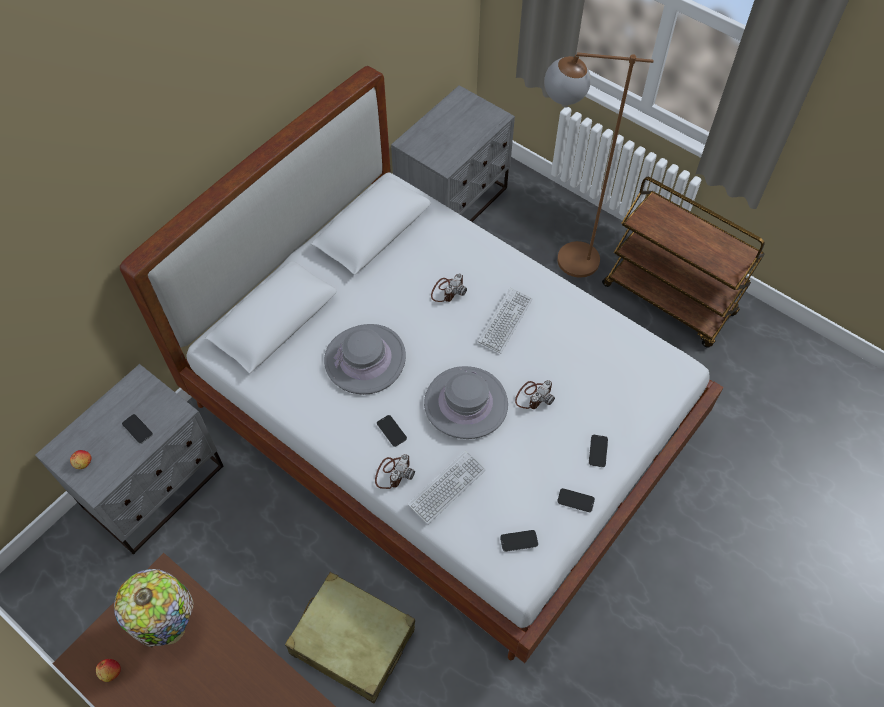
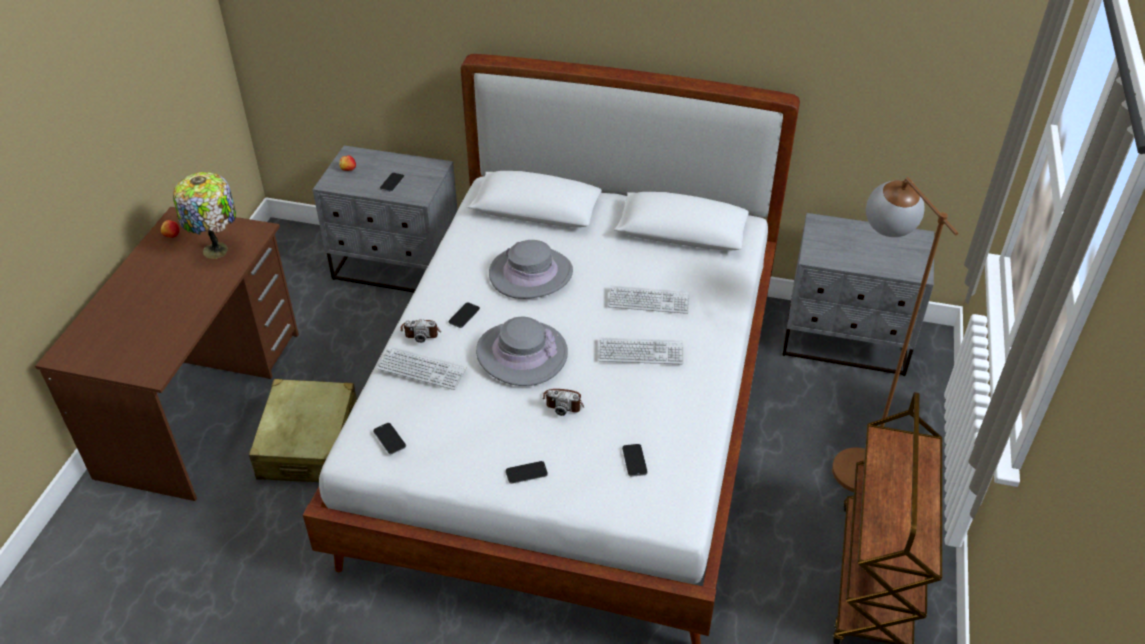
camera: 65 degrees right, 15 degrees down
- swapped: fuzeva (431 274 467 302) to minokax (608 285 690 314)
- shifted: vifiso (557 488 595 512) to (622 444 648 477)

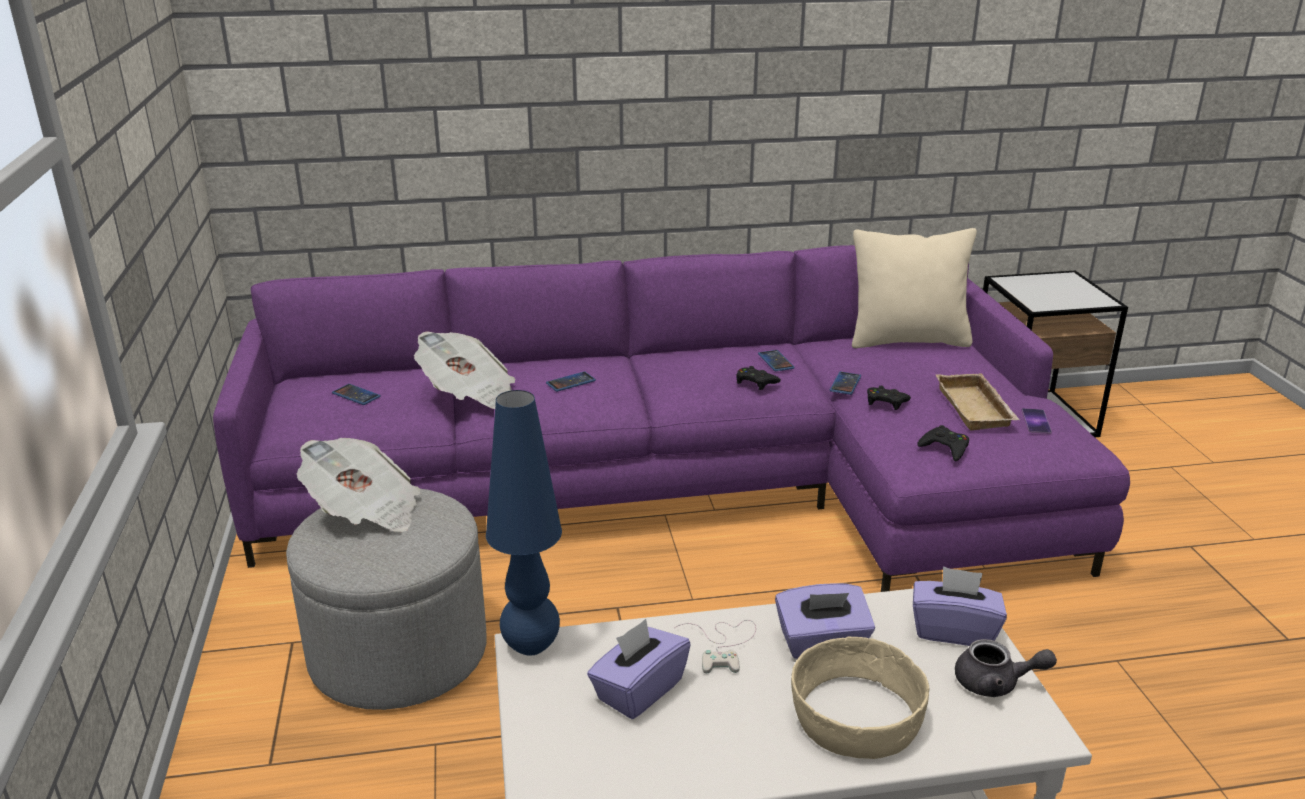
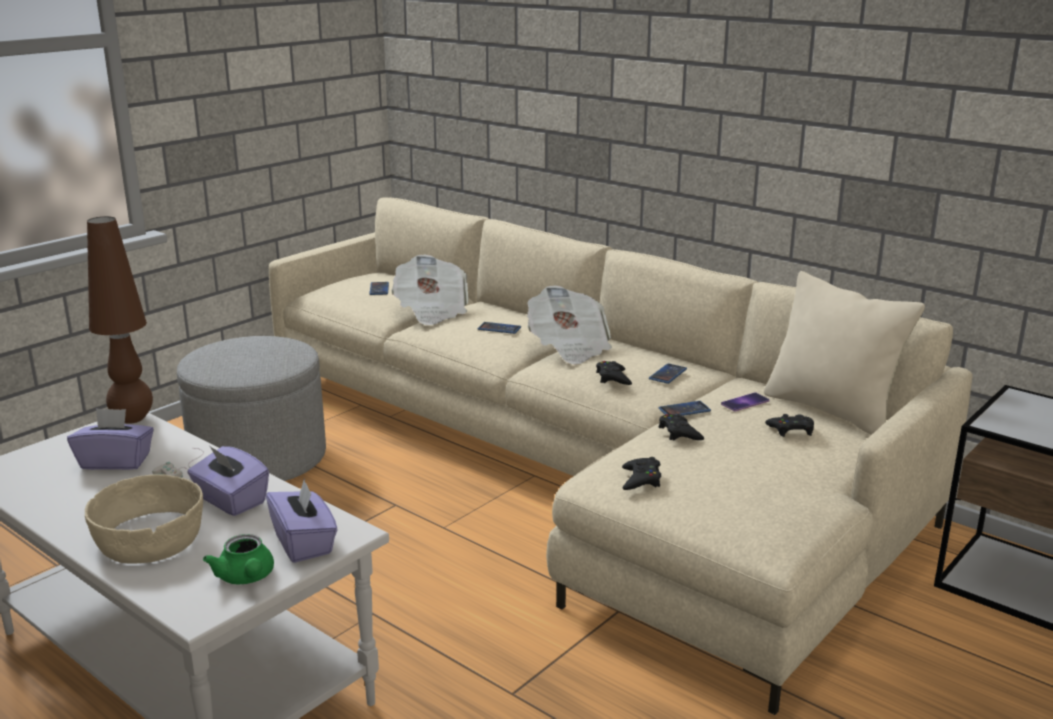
camera: 50 degrees right, 5 degrees down
- repainted: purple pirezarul (213 245 1130 592) to beige pirezarul (269 197 973 715)
- shifted: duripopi (296 438 421 532) to (527 285 612 365)
- repainted: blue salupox (486 390 562 656) to brown salupox (87 216 153 424)
- gone: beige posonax (936 373 1020 431)
- repainted: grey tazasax (955 639 1057 697) to green tazasax (203 534 274 584)
- shifted: vifiso (1022 408 1052 434) to (721 392 770 412)
- new: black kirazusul (765 414 814 437)

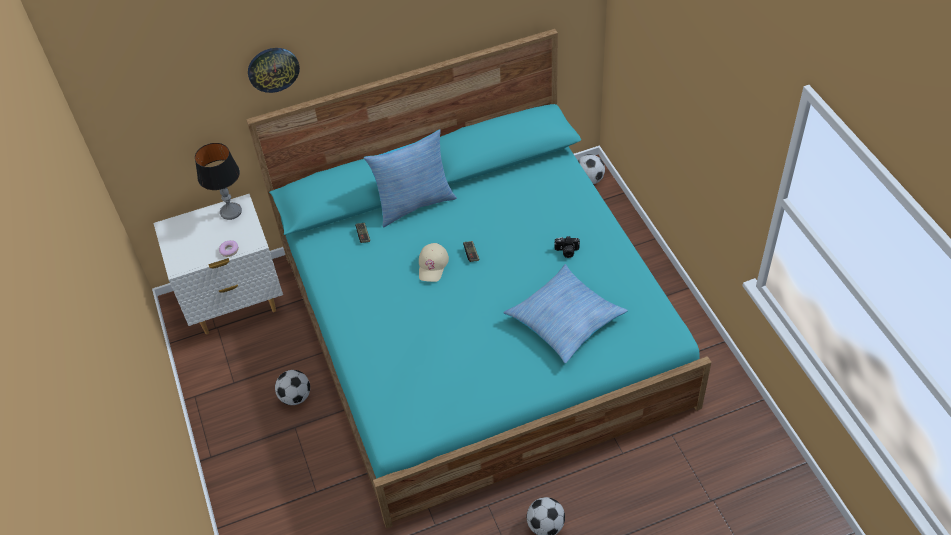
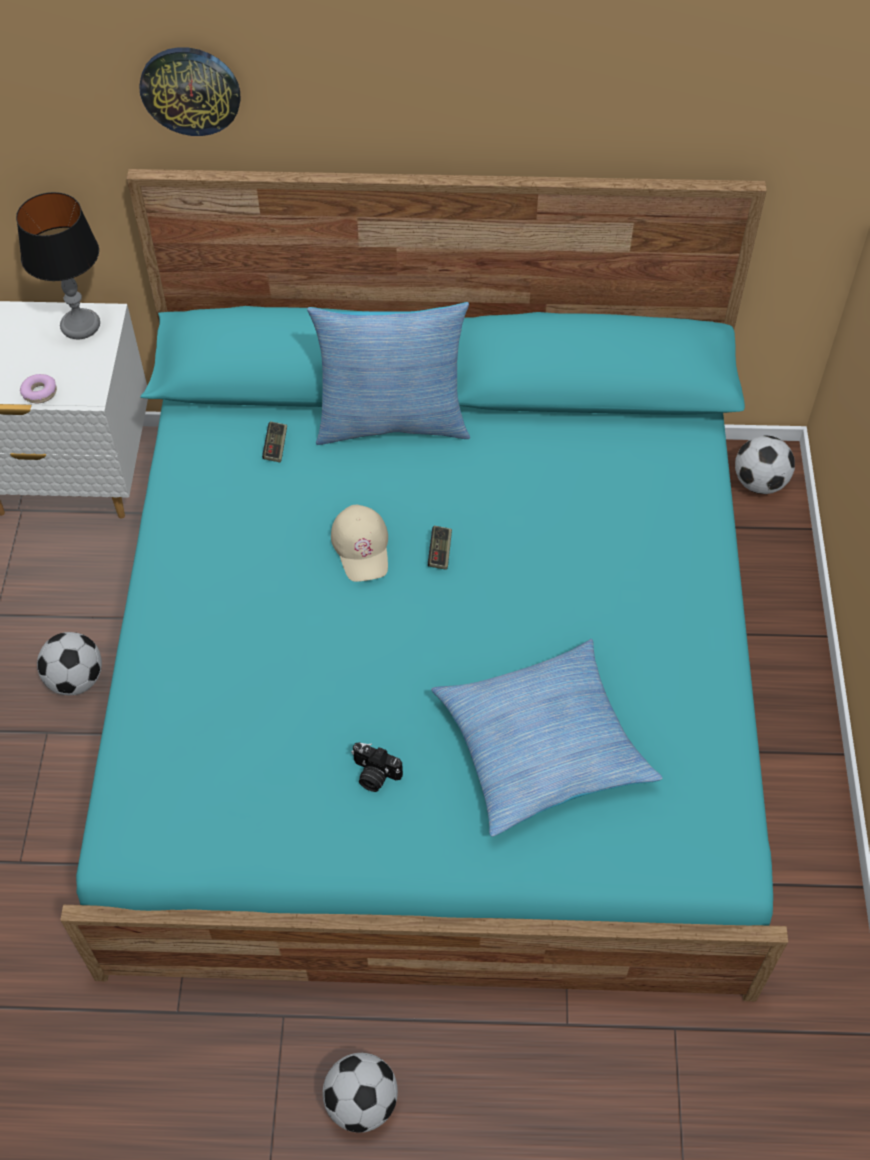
camera: 20 degrees right, 5 degrees up
- rotated: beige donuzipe (419 243 449 282) = (331 505 388 582) 45 degrees counterclockwise
- shifted: fuzeva (555 236 580 258) to (351 742 403 792)

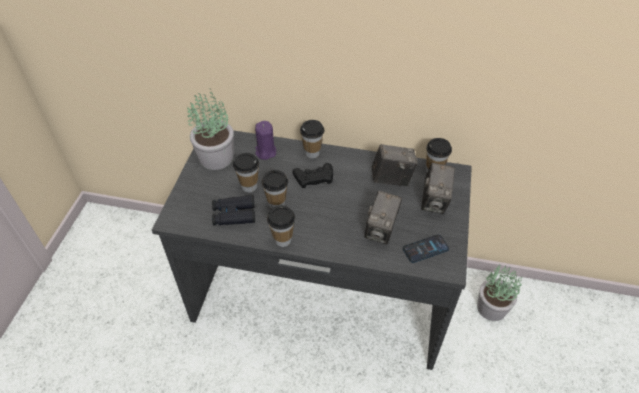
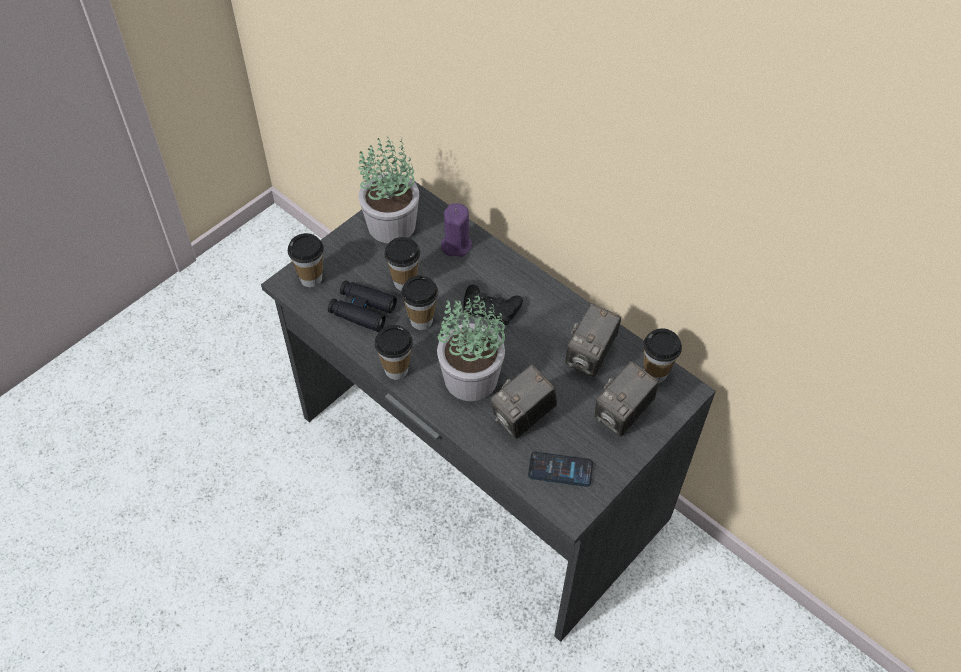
camera: 30 degrees right, 5 degrees up
- shifted: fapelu (300 120 325 158) to (288 233 324 287)
- rotated: fuzeva (371 144 418 186) = (565 303 621 377) 90 degrees clockwise
- shifted: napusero (477 264 522 321) to (437 294 505 401)

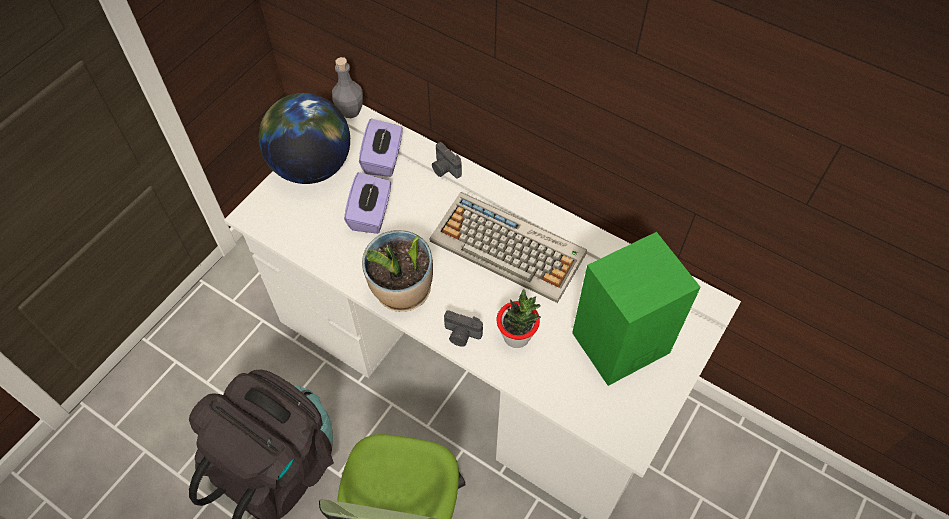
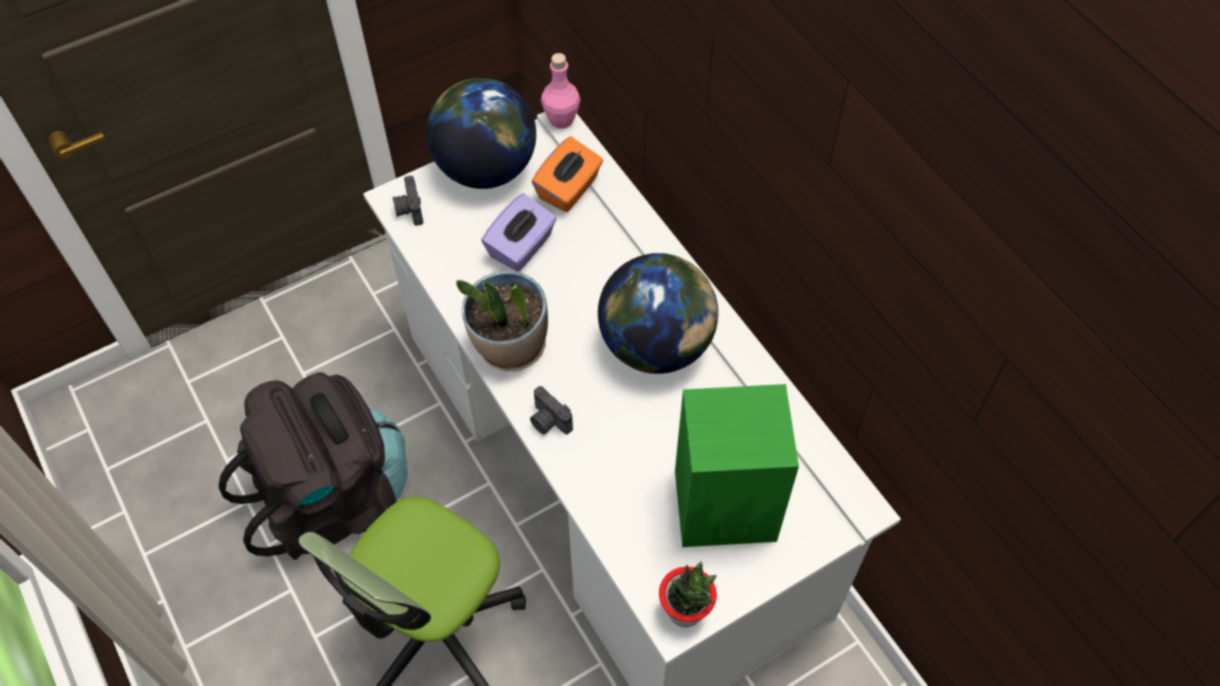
camera: 25 degrees right, 0 degrees up
- repainted: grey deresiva (332 57 363 118) to pink deresiva (541 53 580 129)
- repainted: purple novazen (359 118 403 177) to orange novazen (532 137 603 212)
- swapped: minokax (430 192 587 303) to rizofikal (598 253 718 374)
- shifted: fuzeva (432 142 462 178) to (392 176 423 226)
- shifted: napusero (497 289 541 348) to (659 562 717 627)

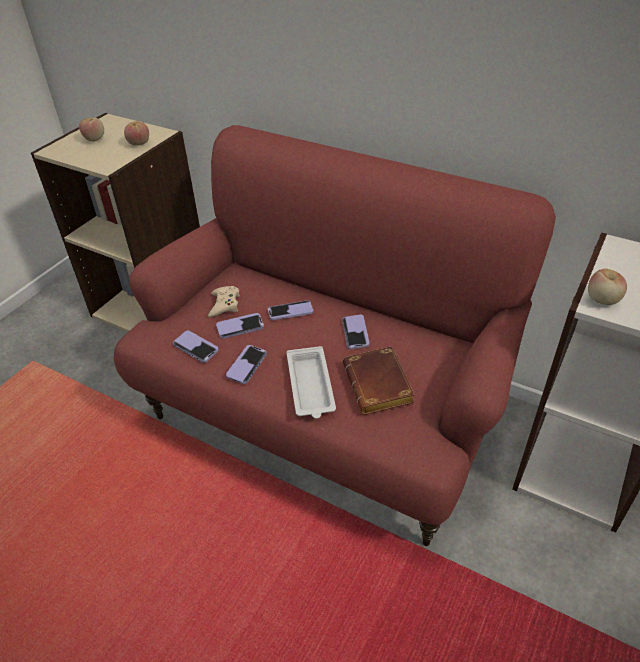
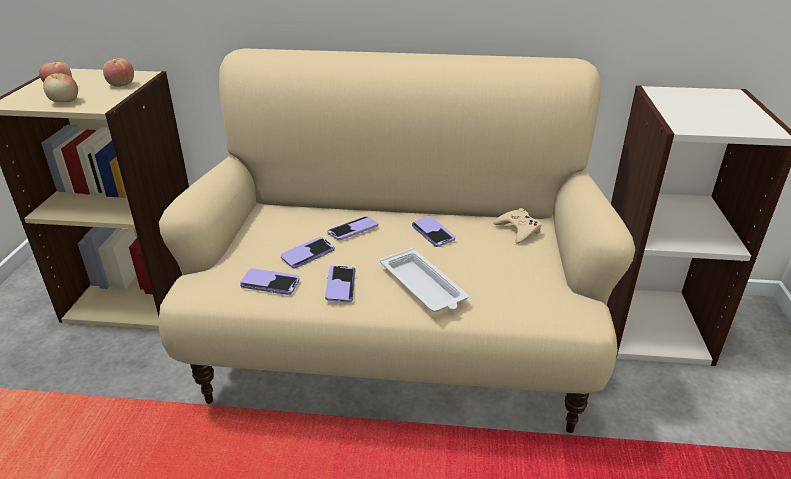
camera: 25 degrees left, 10 degrees down
- repainted: red pirezarul (113 125 556 546) to beige pirezarul (159 48 635 433)
- shifted: beige kirazusul (208 286 240 317) to (493 208 541 244)
- gone: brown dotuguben (343 346 415 415)
- shifted: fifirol (588 269 627 305) to (43 73 78 102)

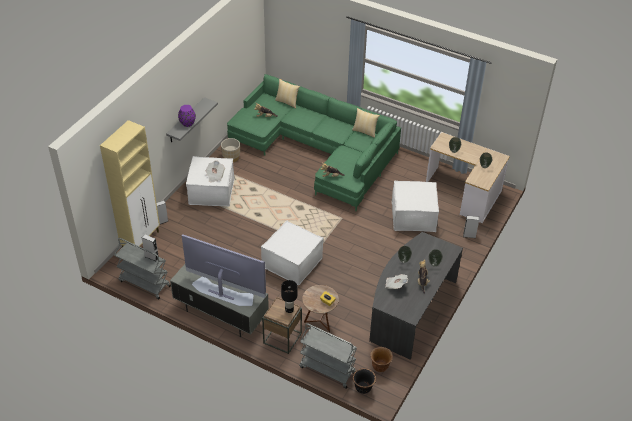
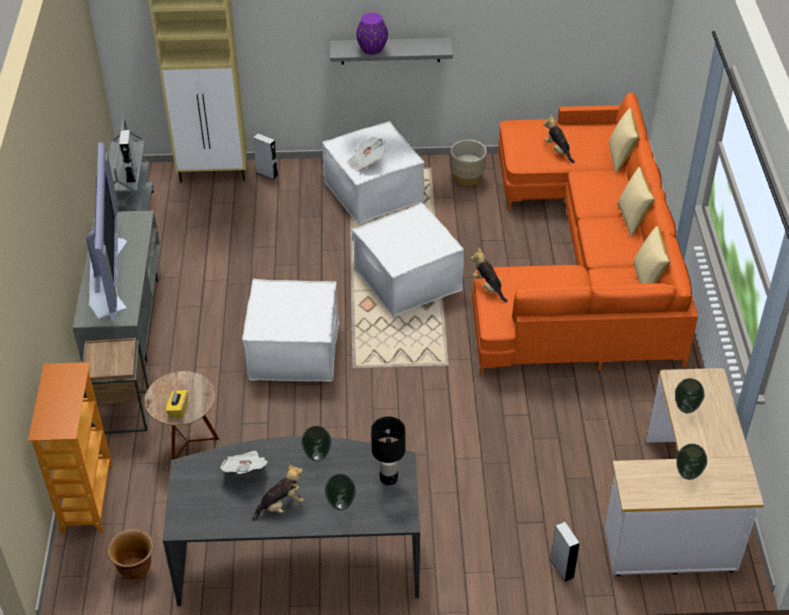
camera: 60 degrees right, 0 degrees up
- repainted: green pirezarul (227 74 401 211) to orange pirezarul (472 92 698 376)
- shifted: black salupox (281 280 297 313) to (371 416 405 485)
- swapped: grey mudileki (299 323 357 389) to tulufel (28 362 113 534)
- gone: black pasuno (353 368 376 394)
- shifted: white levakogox (392 181 439 232) to (352 202 464 318)
- new: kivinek (617 167 655 237)

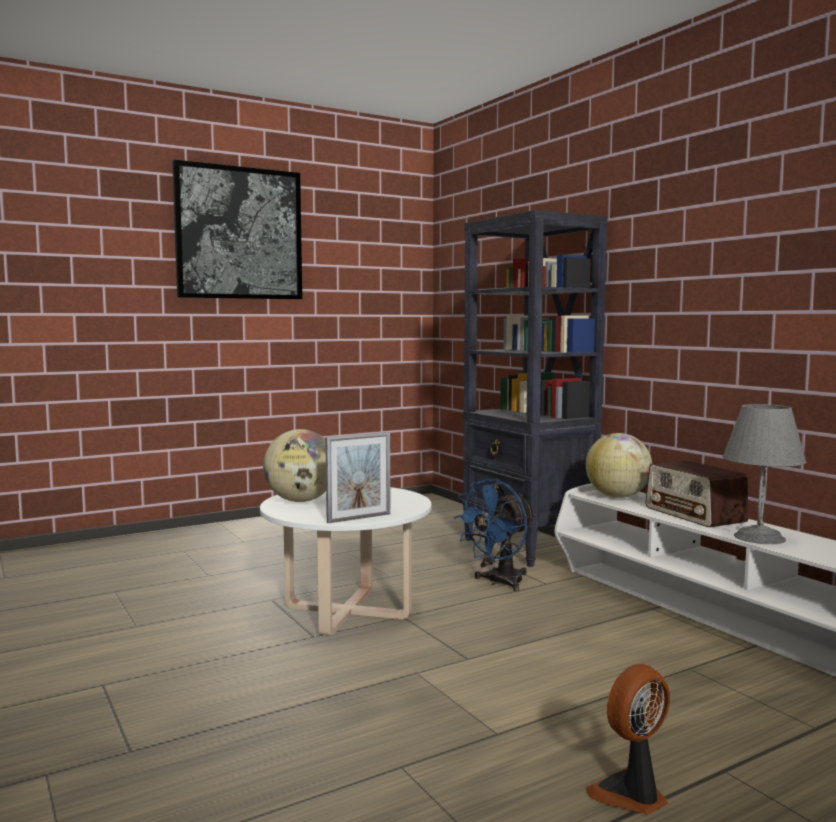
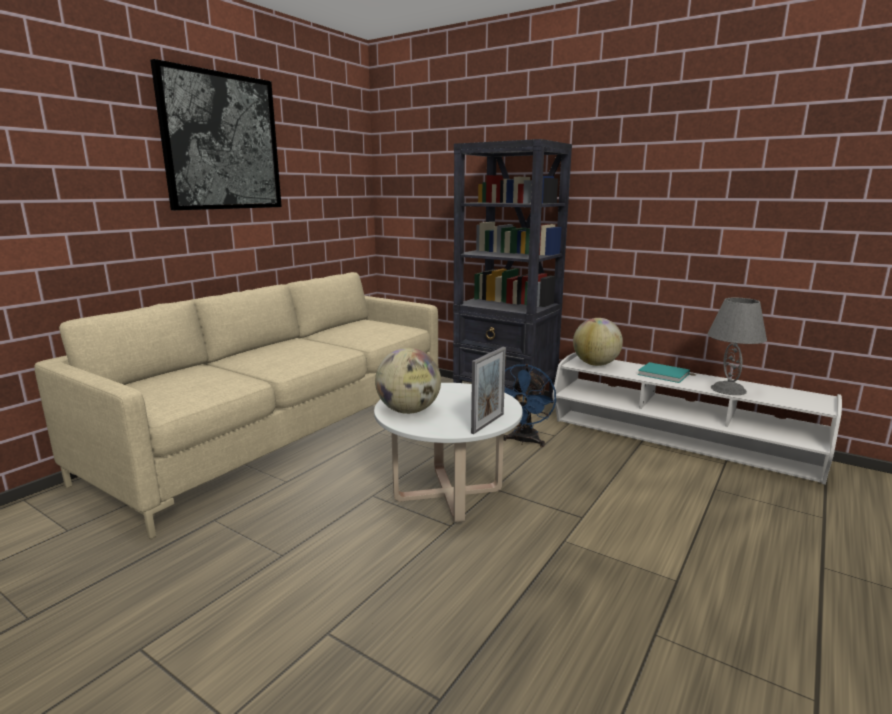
camera: 25 degrees left, 10 degrees up
- gone: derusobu (586 664 670 814)
- swapped: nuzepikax (645 461 749 527) to turquoise dotuguben (637 362 690 383)
- new: beige pirezarul (34 272 438 539)

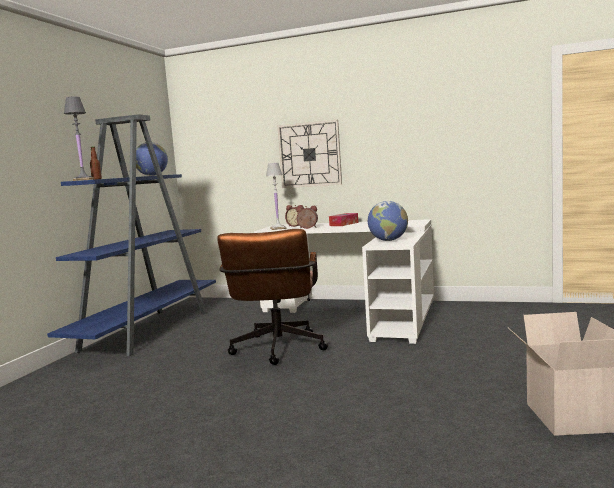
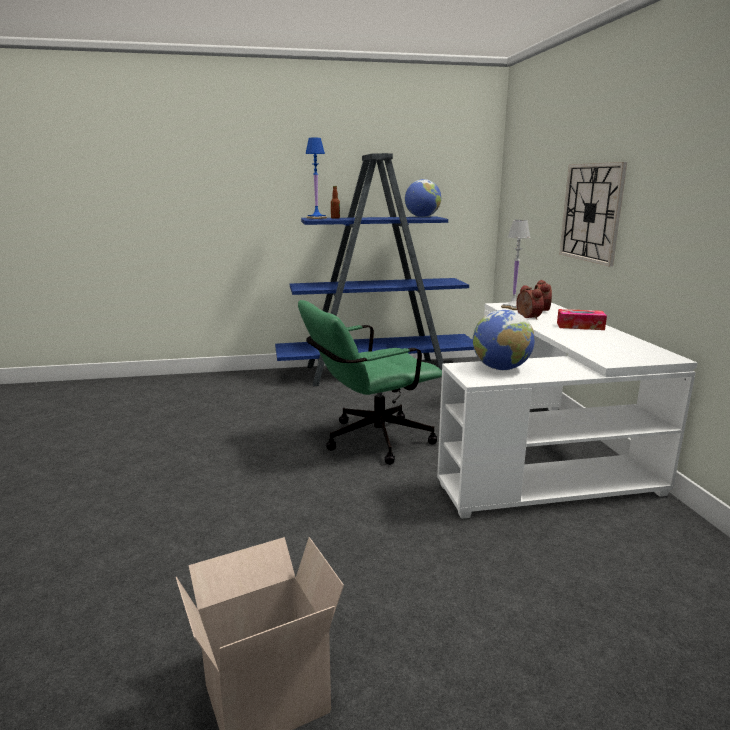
camera: 60 degrees right, 10 degrees up
- repainted: grey salupox (64 96 94 181) to blue salupox (305 138 327 219)
- repainted: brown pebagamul (217 229 328 365) to green pebagamul (298 300 442 465)

